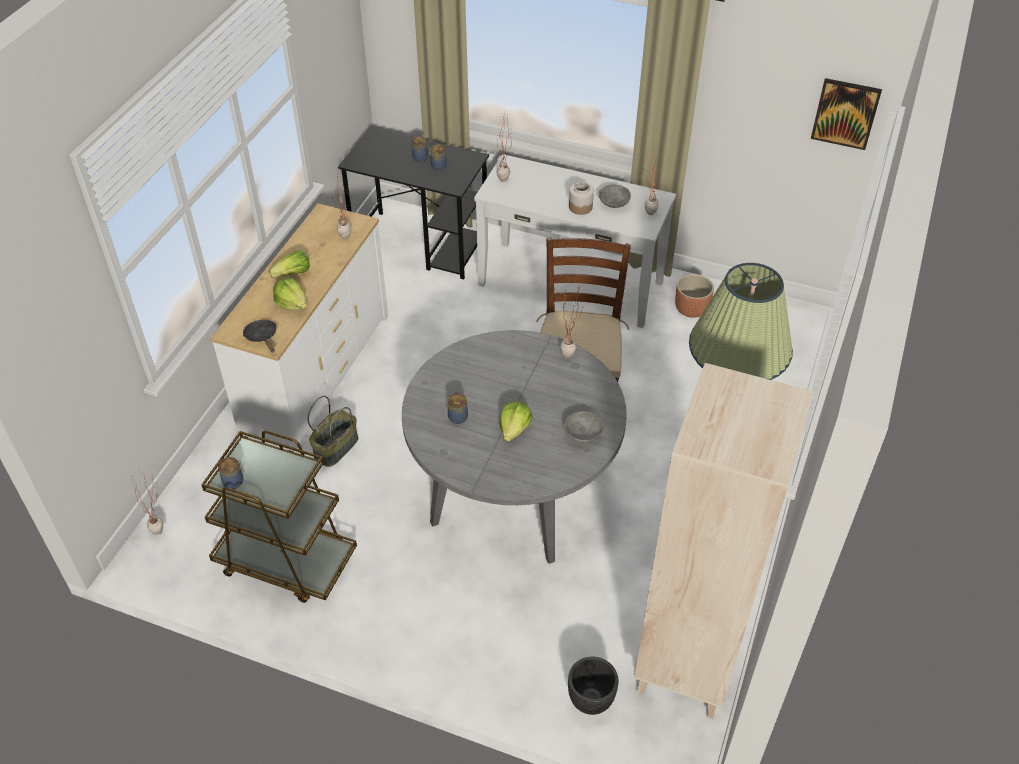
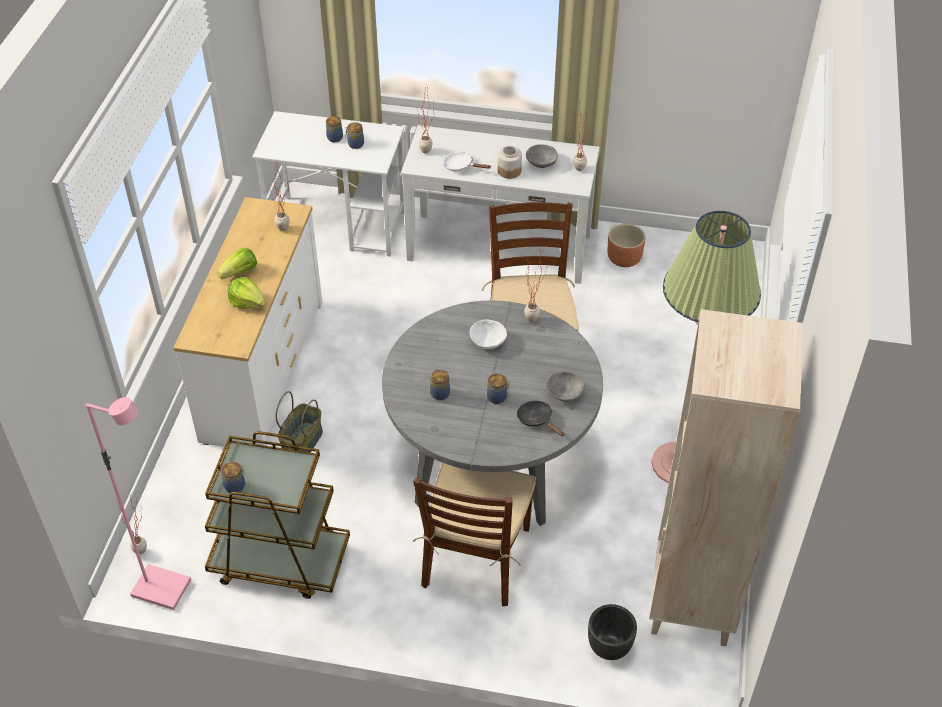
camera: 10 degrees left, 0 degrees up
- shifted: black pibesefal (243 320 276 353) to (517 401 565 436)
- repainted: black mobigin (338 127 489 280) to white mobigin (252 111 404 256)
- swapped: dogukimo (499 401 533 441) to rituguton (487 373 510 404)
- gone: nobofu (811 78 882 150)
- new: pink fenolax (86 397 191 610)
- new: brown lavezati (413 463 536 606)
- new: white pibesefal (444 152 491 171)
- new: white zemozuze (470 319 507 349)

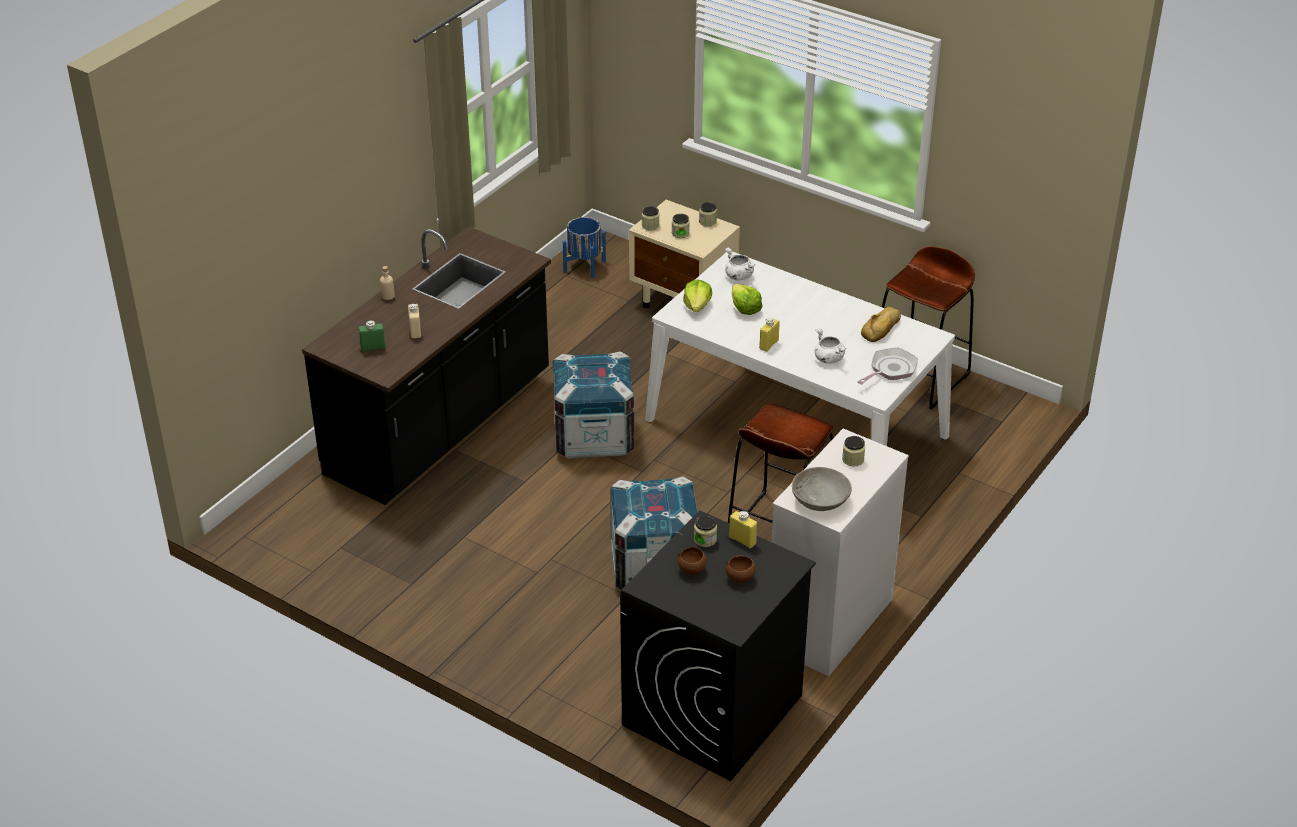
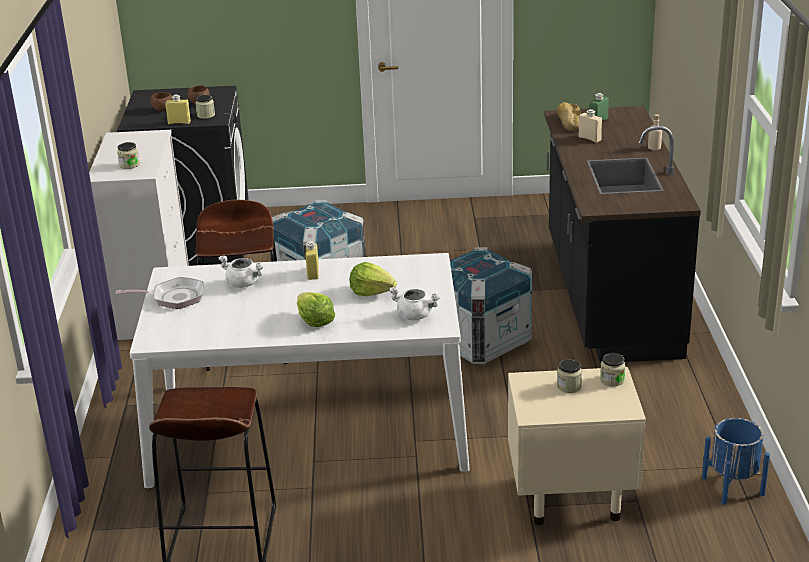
camera: 145 degrees right, 10 degrees down
- shifted: dogukimo (683 279 712 312) to (297 292 335 327)
- gone: rituguton (699 202 717 227)
- gone: grey zemozuze (792 467 852 511)
- rotated: pibesefal (857 347 918 384) = (116 277 204 309) 105 degrees counterclockwise
- shifted: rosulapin (861 307 901 342) to (557 102 581 131)

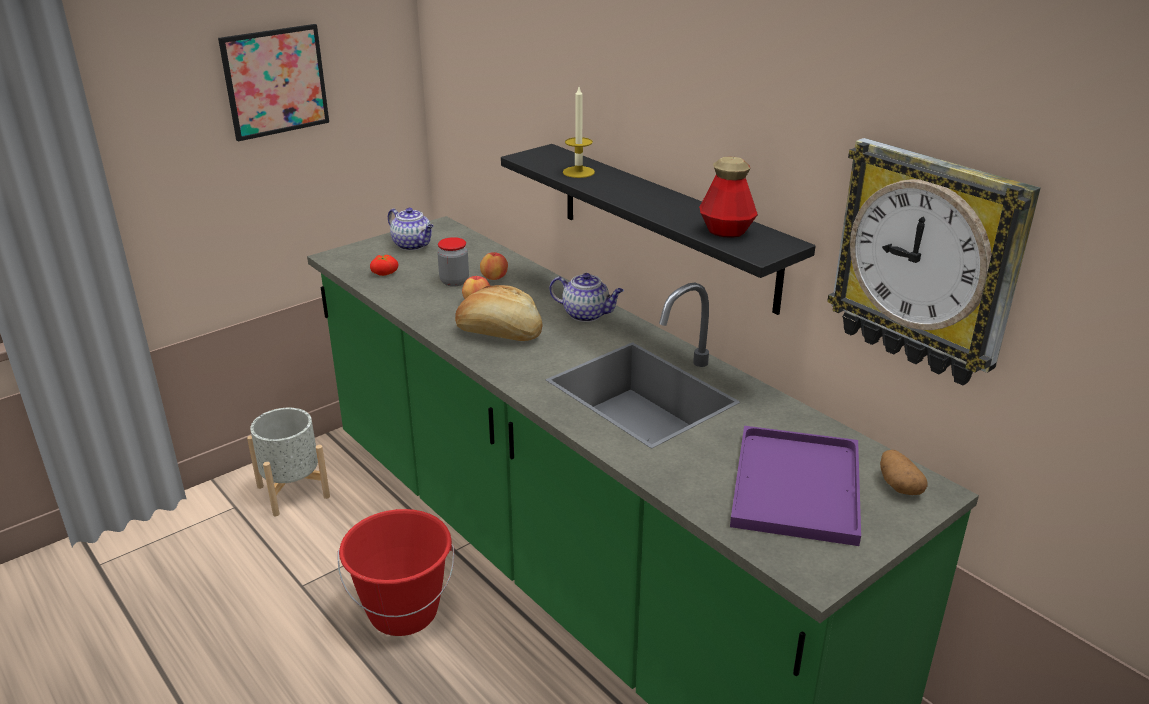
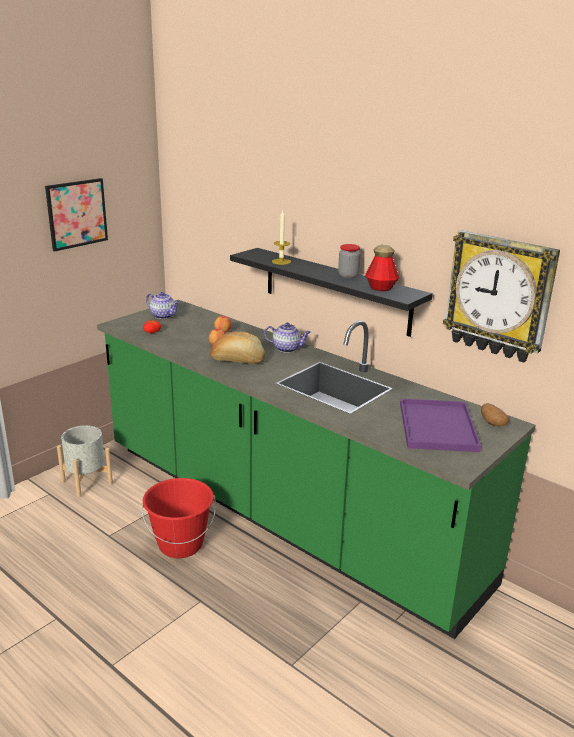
camera: 10 degrees left, 5 degrees down
- shifted: rituguton (437 237 469 287) to (338 244 361 278)

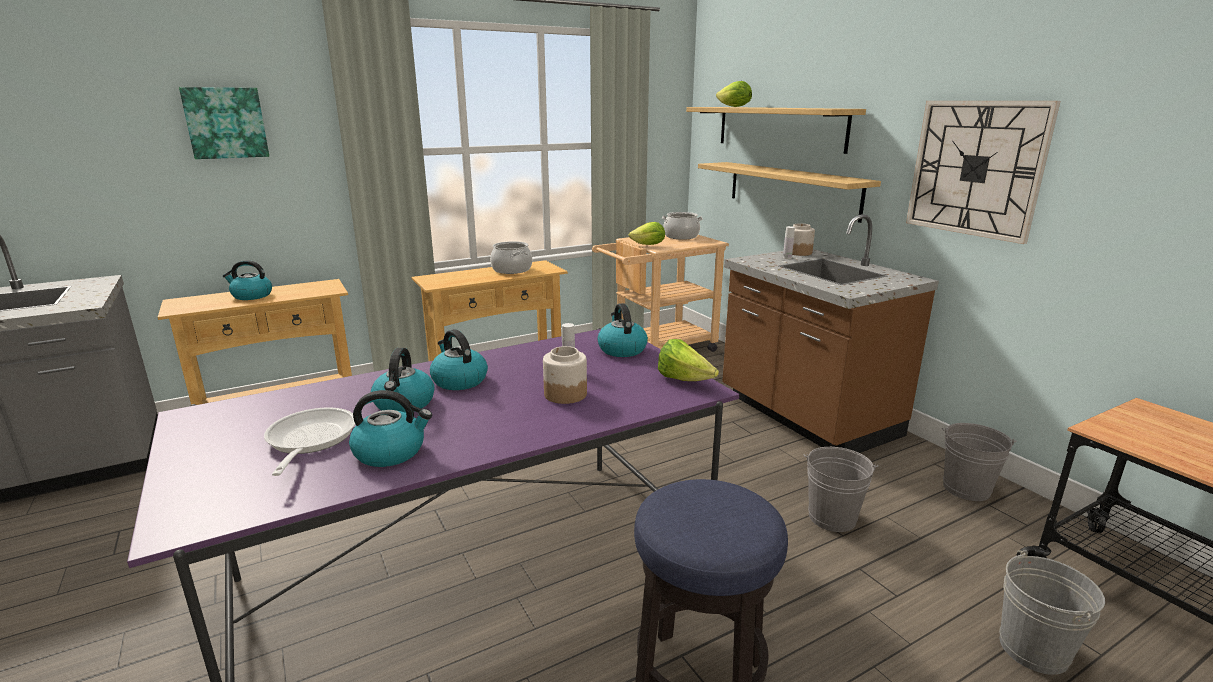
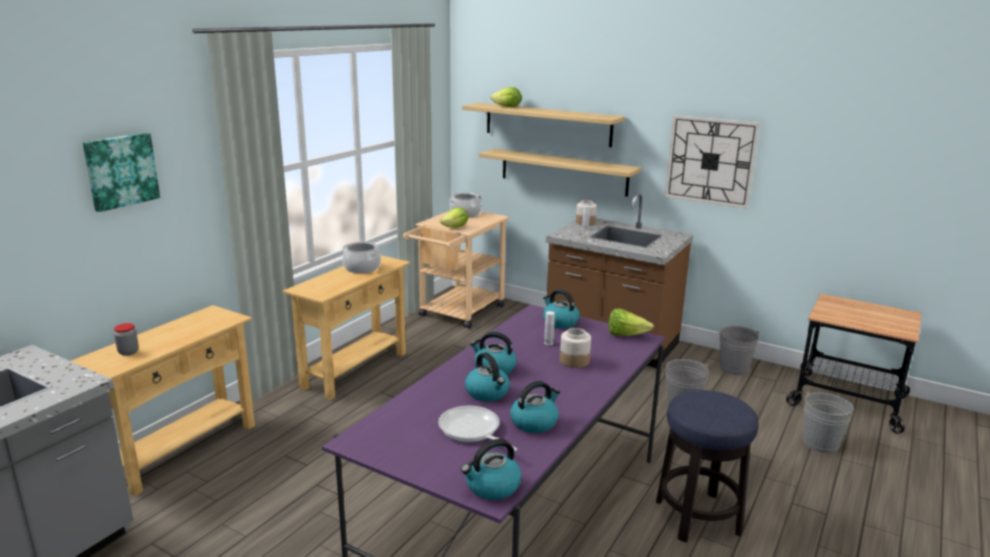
camera: 30 degrees left, 0 degrees up
- shifted: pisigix (223 260 272 300) to (461 439 521 500)
- new: rituguton (114 323 139 356)

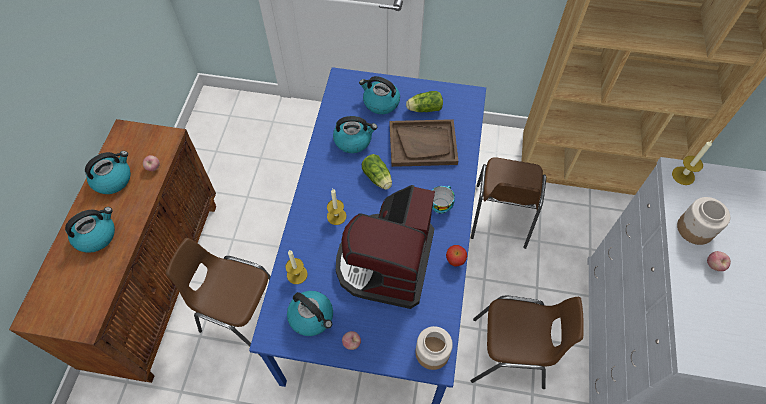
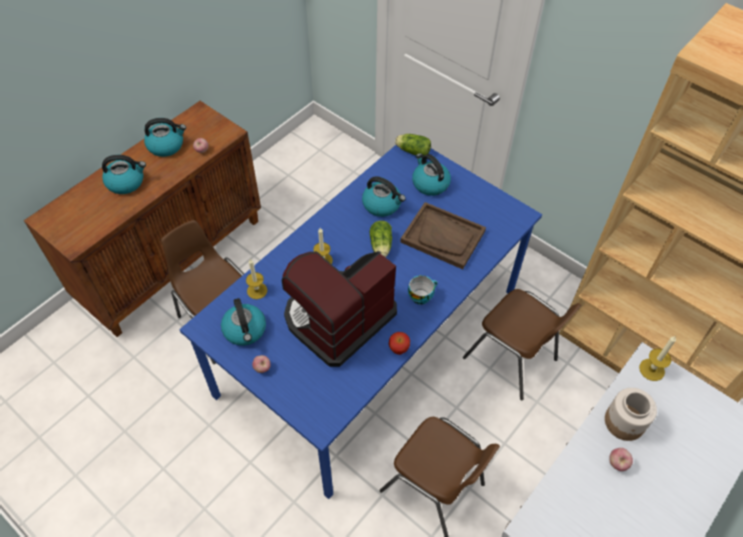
camera: 30 degrees right, 5 degrees down
- shifted: dogukimo (406 91 443 112) to (395 134 431 156)
- gone: rituguton (415 326 453 370)
- rotated: brown lavezati (471 157 546 249) = (463 289 581 400) 90 degrees counterclockwise

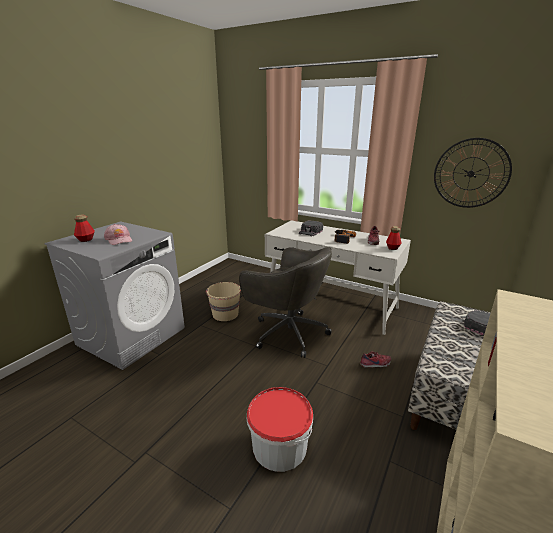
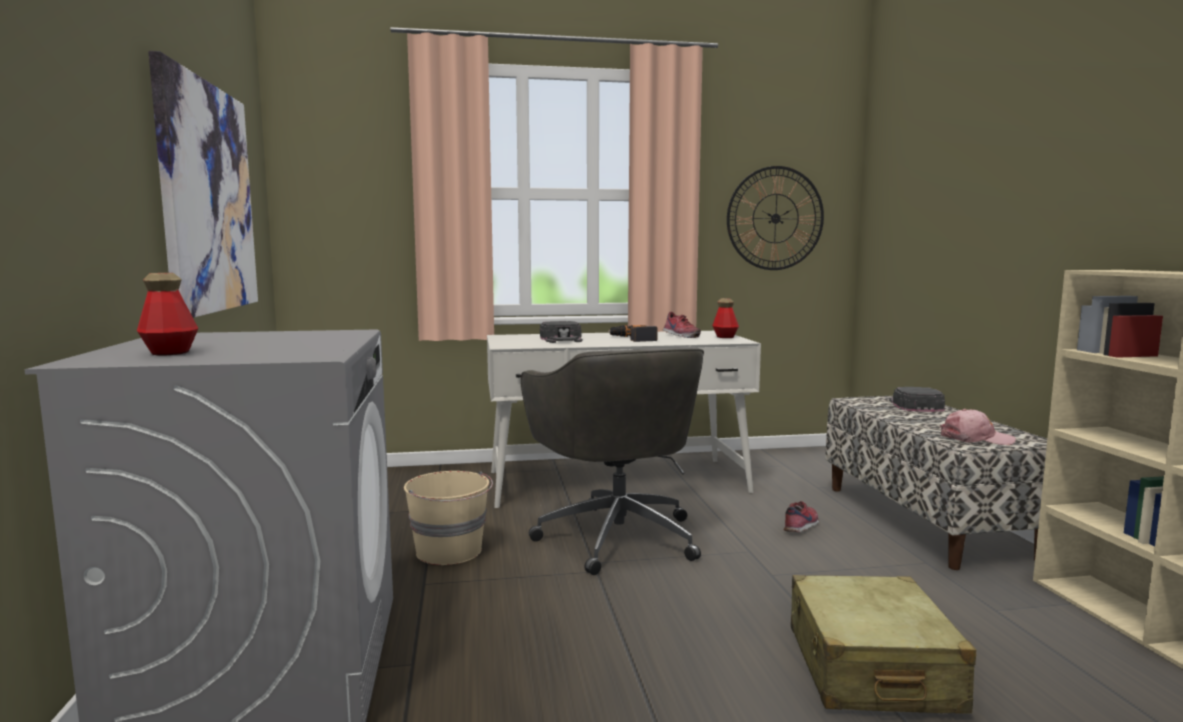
camera: 40 degrees left, 15 degrees down
- shifted: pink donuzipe (104 224 132 245) to (940 409 1016 445)
- rotated: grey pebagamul (239 247 332 358) = (521 346 704 575) 75 degrees clockwise
- swapped: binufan (247 387 313 472) to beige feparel (791 575 976 714)
- new: nobofu (148 51 258 318)

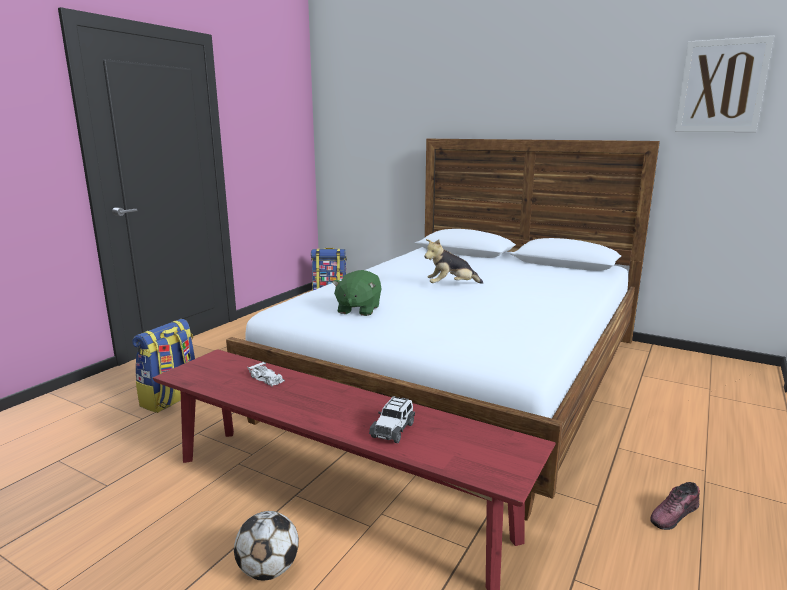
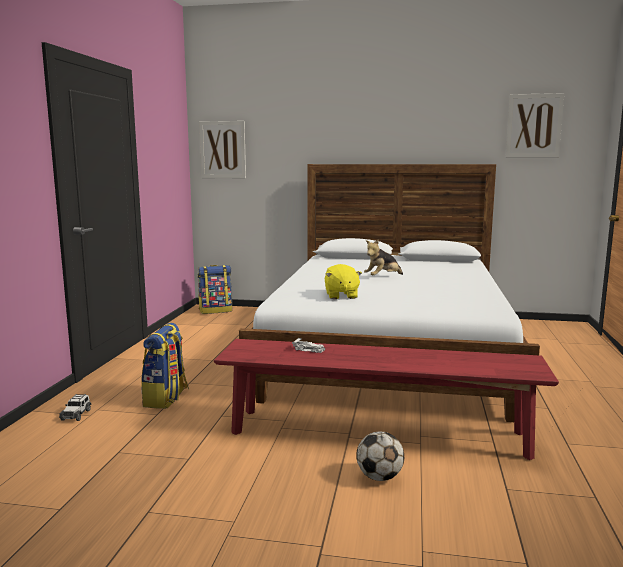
camera: 20 degrees left, 5 degrees down
- repainted: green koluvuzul (332 270 382 316) to yellow koluvuzul (325 264 362 299)
- shifted: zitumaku (369 396 415 443) to (59 394 91 421)
- gone: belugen (650 482 700 530)
- new: nobofu (199 121 246 178)

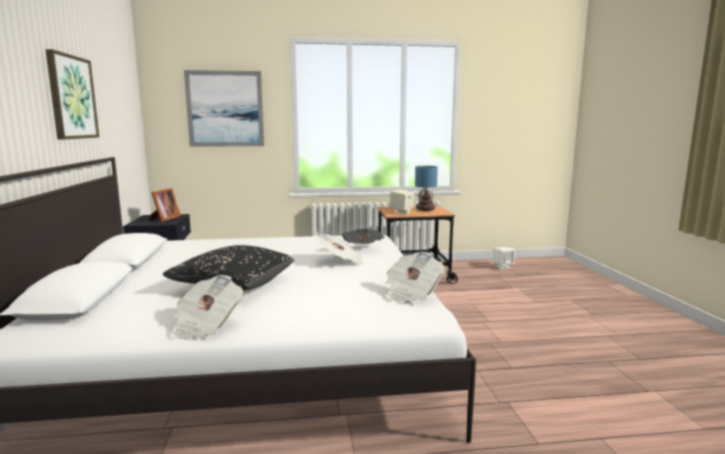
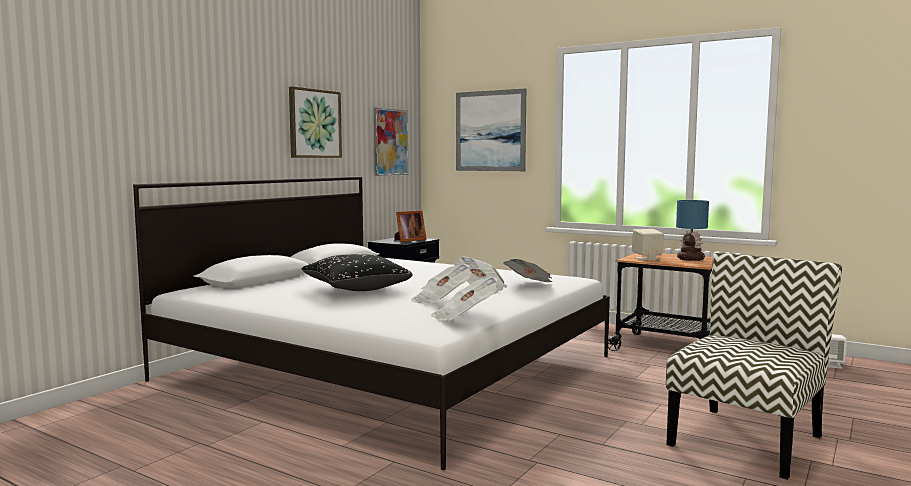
camera: 40 degrees right, 5 degrees down
- shifted: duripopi (170 275 243 339) to (411 264 472 303)
- new: nobofu (374 107 408 176)
- new: lavezati (666 253 842 480)

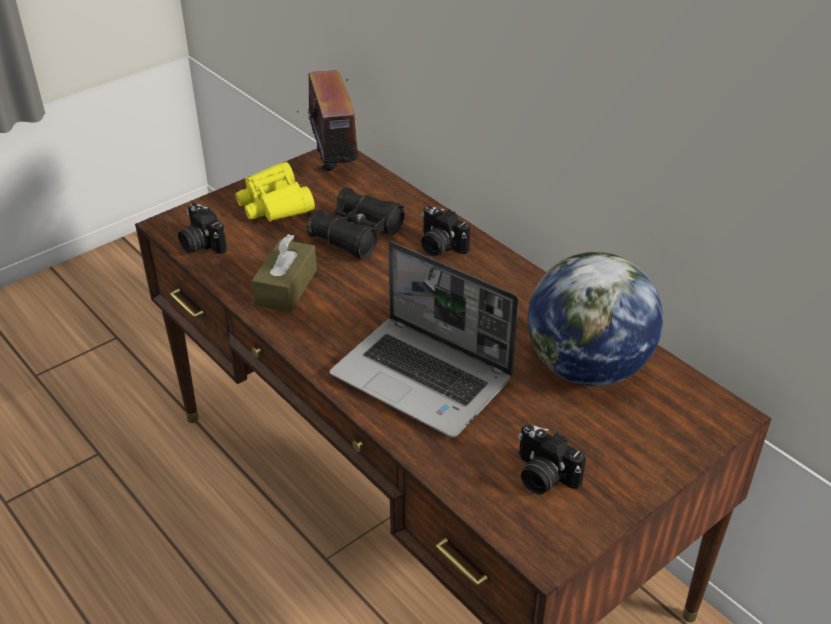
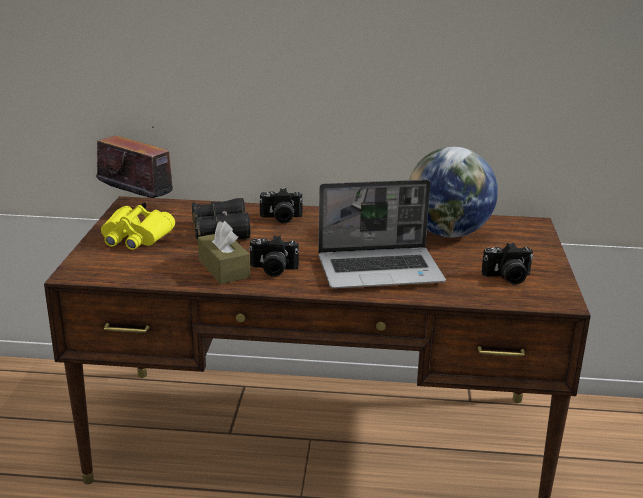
camera: 45 degrees left, 15 degrees down
- shifted: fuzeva (178 202 227 254) to (249 235 299 277)

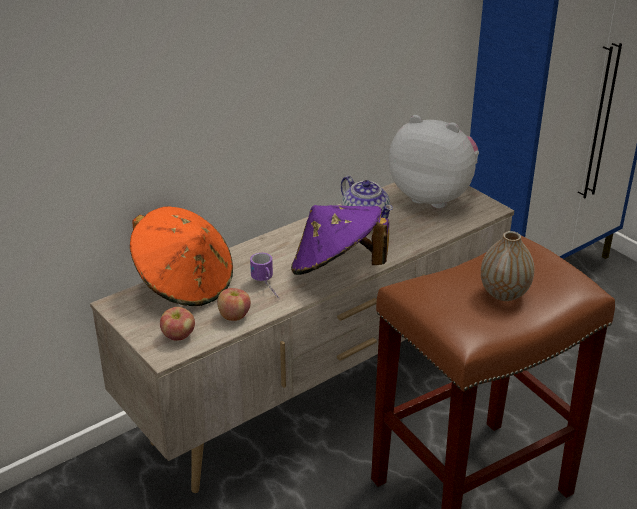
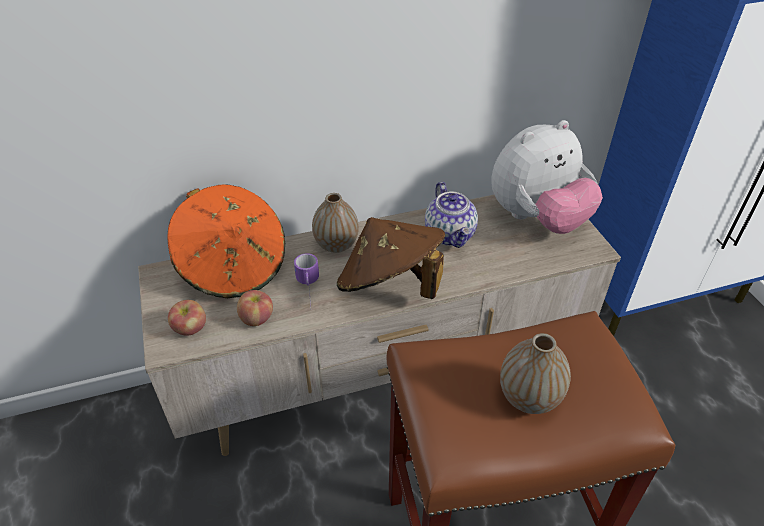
camera: 20 degrees right, 10 degrees up
- repainted: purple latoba (291 205 389 275) to brown latoba (337 217 445 299)
- rotated: koluvuzul (389 115 479 208) = (491 120 603 234) 105 degrees clockwise
- new: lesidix (312 193 359 253)

